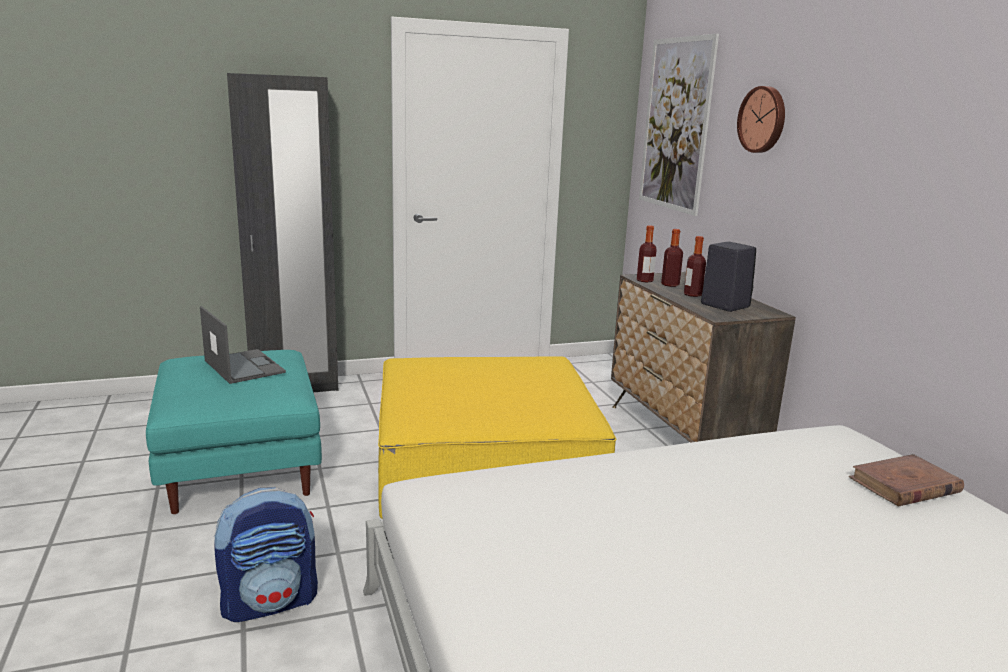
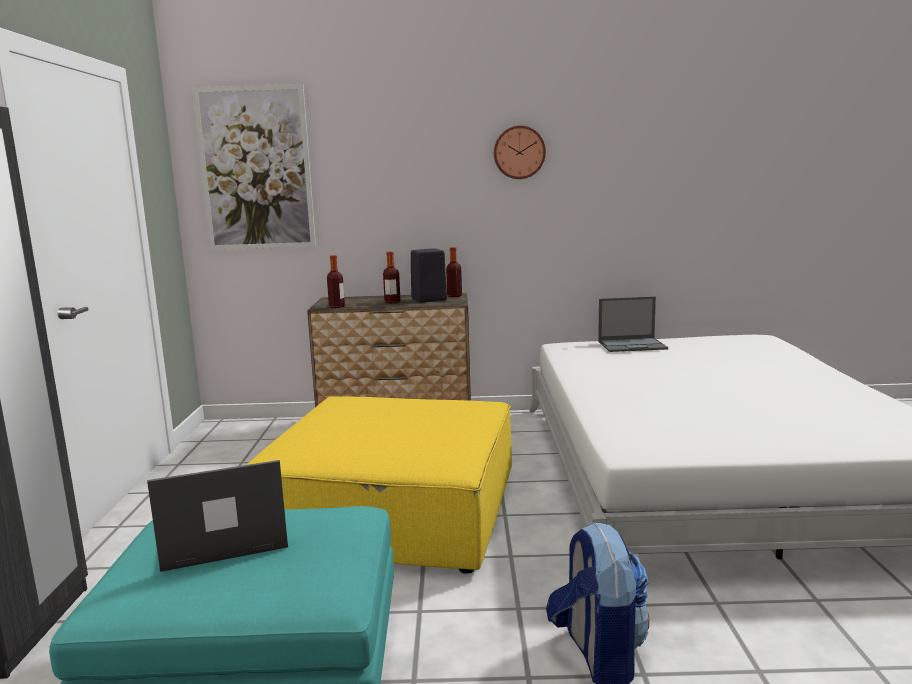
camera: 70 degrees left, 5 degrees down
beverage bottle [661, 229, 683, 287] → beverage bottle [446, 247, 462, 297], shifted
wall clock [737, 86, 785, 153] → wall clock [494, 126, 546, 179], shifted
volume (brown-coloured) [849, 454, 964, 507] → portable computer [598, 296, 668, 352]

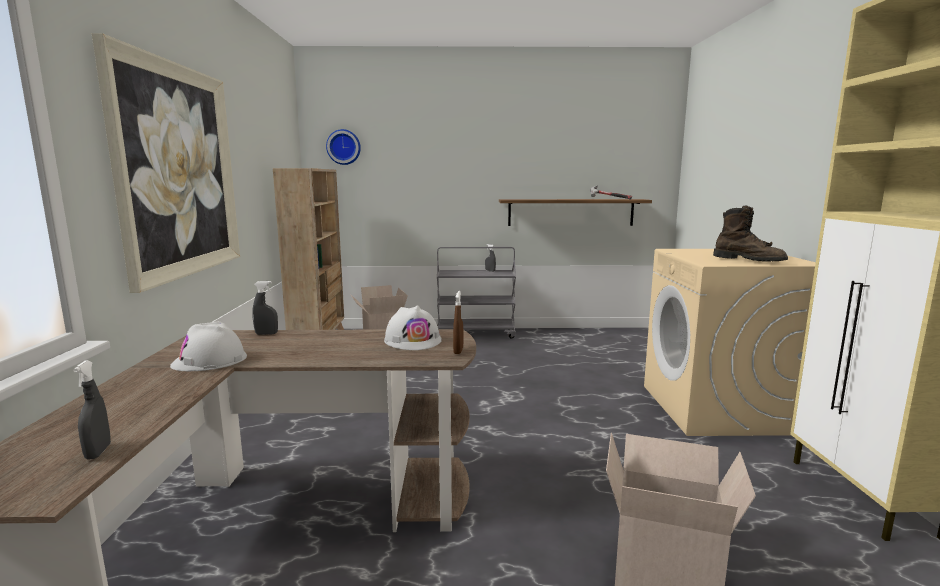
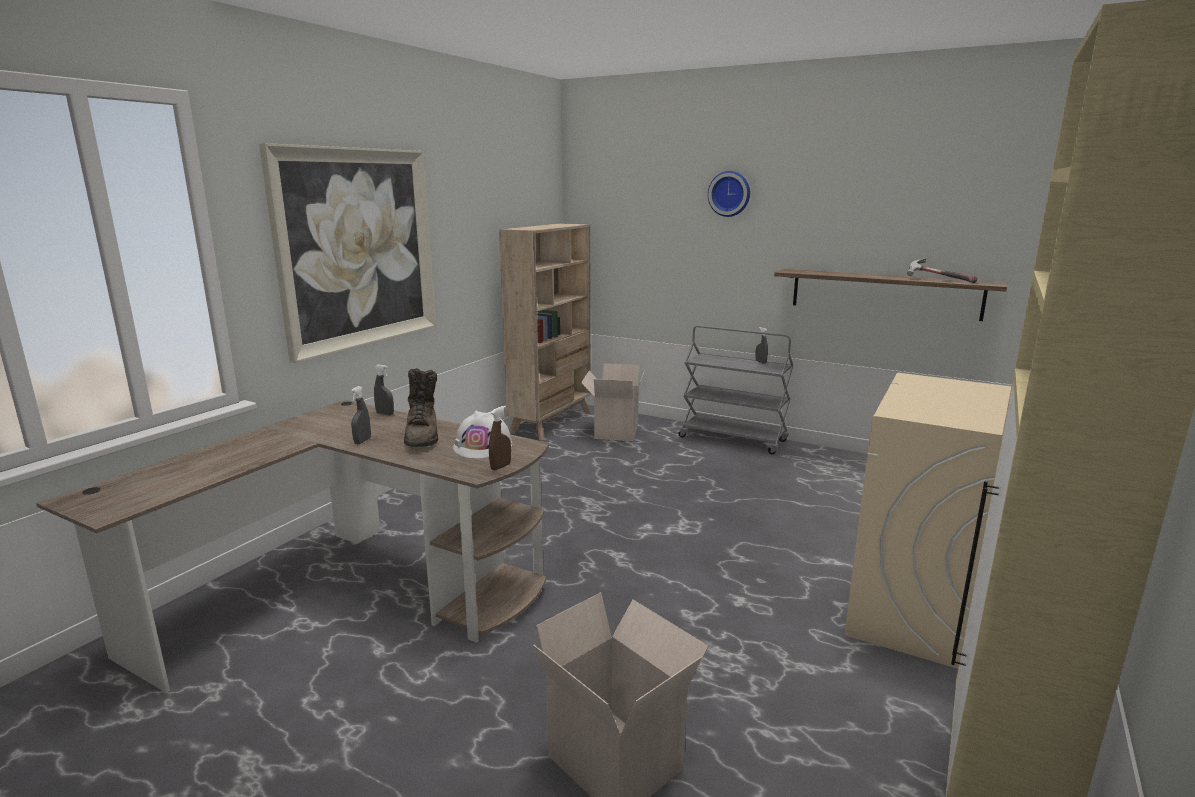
camera: 30 degrees right, 5 degrees up
sprayer (greyish) [73, 360, 111, 460] → sprayer (greyish) [350, 386, 371, 444], shifted
hard hat (white) [170, 321, 247, 371] → -
wall clock [326, 129, 361, 165] → wall clock [708, 171, 750, 217], shifted
boot (brown-coloured) [713, 205, 788, 262] → boot (brown-coloured) [404, 368, 438, 447], shifted

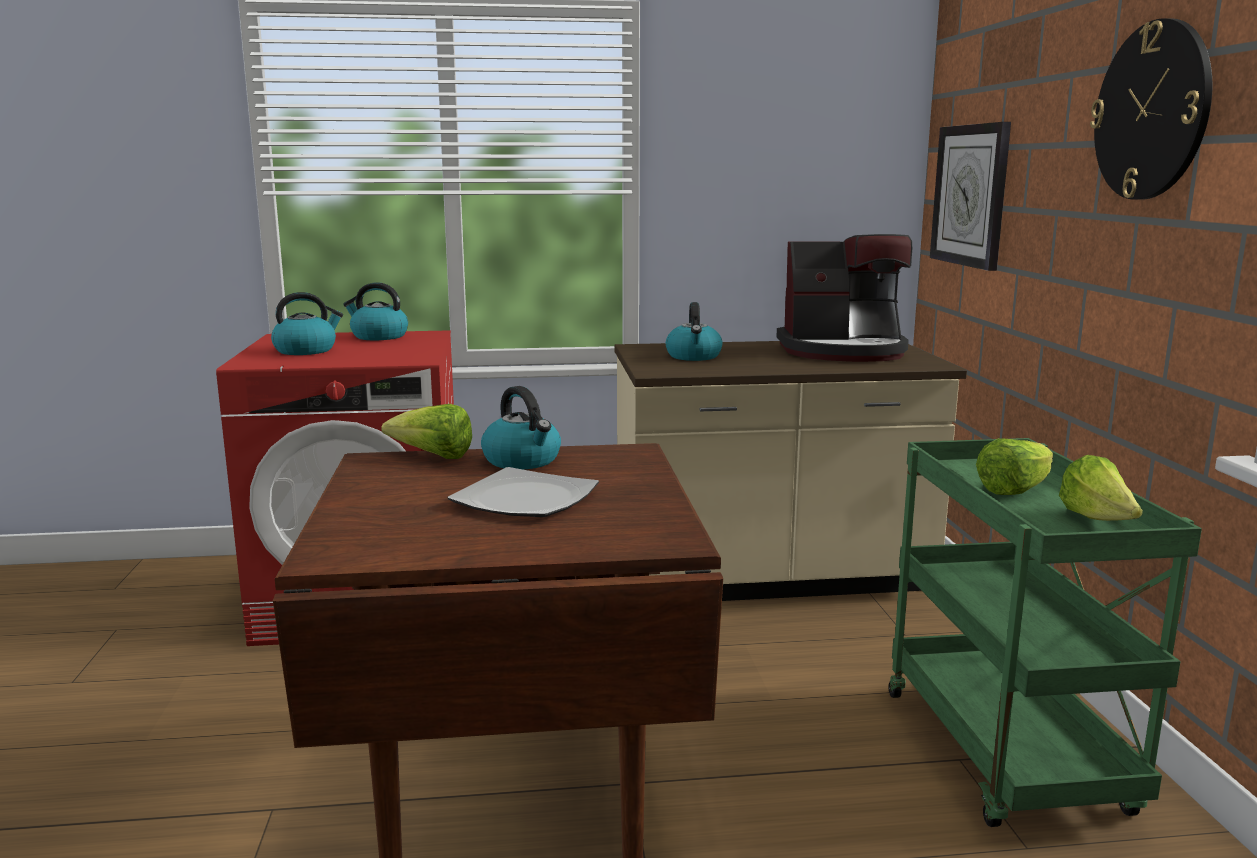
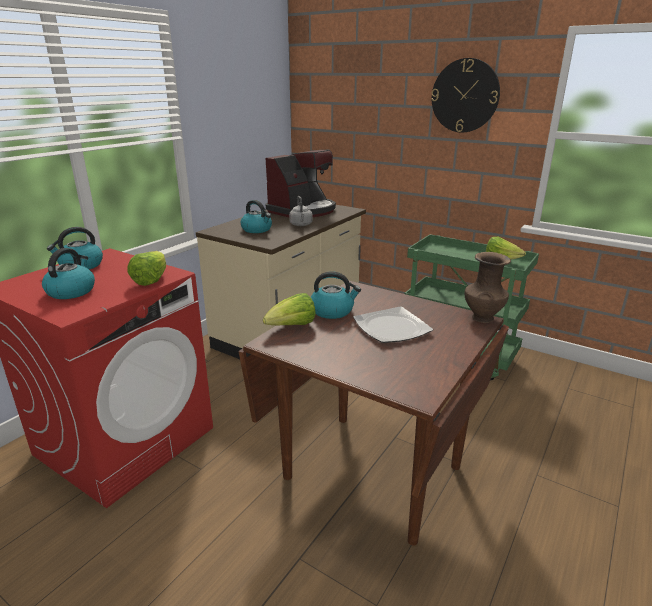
camera: 50 degrees left, 10 degrees up
wall clock [930, 122, 1011, 271] → -
lettuce [976, 438, 1053, 495] → lettuce [127, 251, 166, 286], shifted
- → water kettle (greyish) [289, 196, 313, 226]
- → flower vase (brown-coloured) [464, 252, 511, 323]

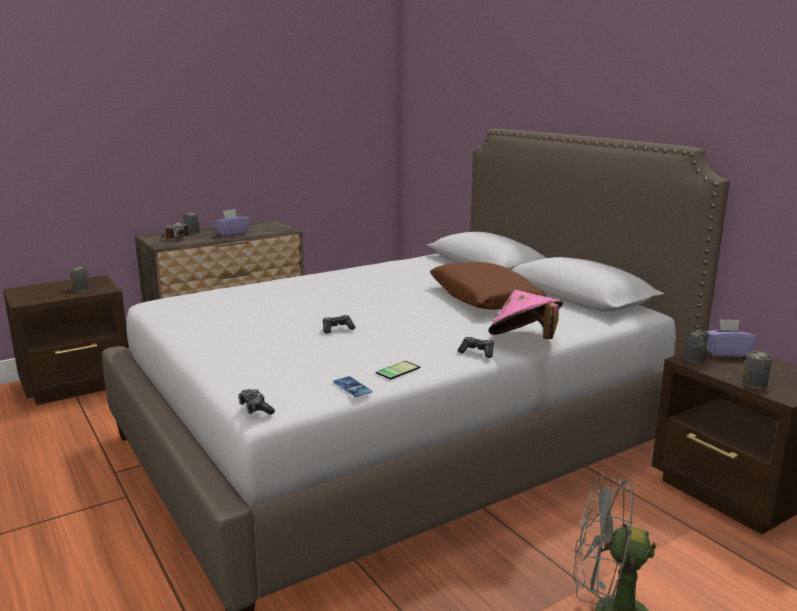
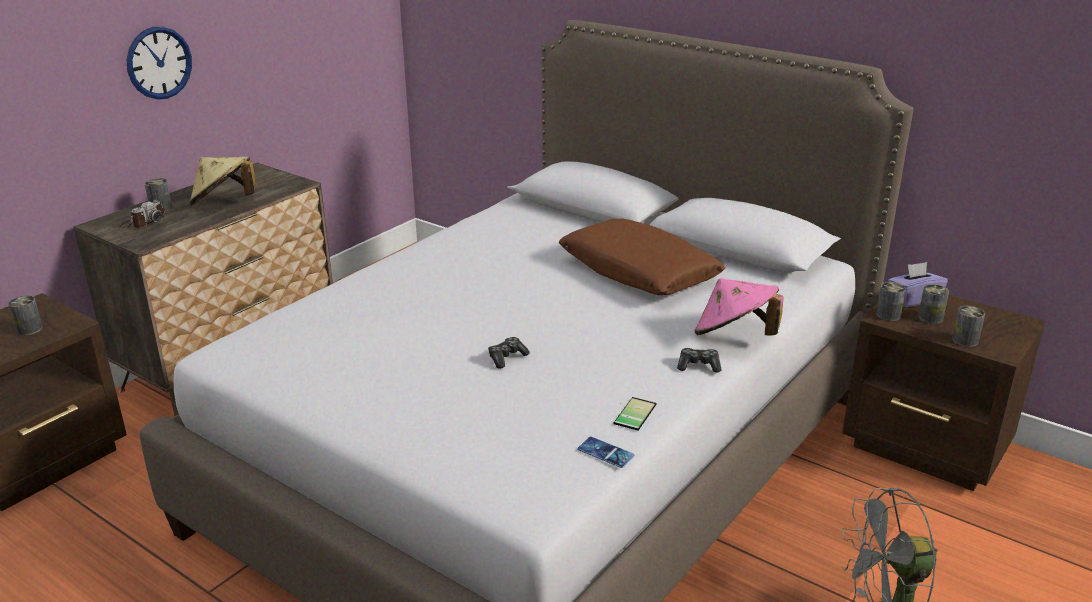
camera: 20 degrees left, 10 degrees up
box of tissues (purple-coloured) [214, 209, 249, 236] → wearable hat (beige-coloured) [189, 157, 255, 206]
game controller [238, 389, 275, 415] → -
- → wall clock [127, 27, 192, 100]
- → metal can [918, 284, 949, 324]

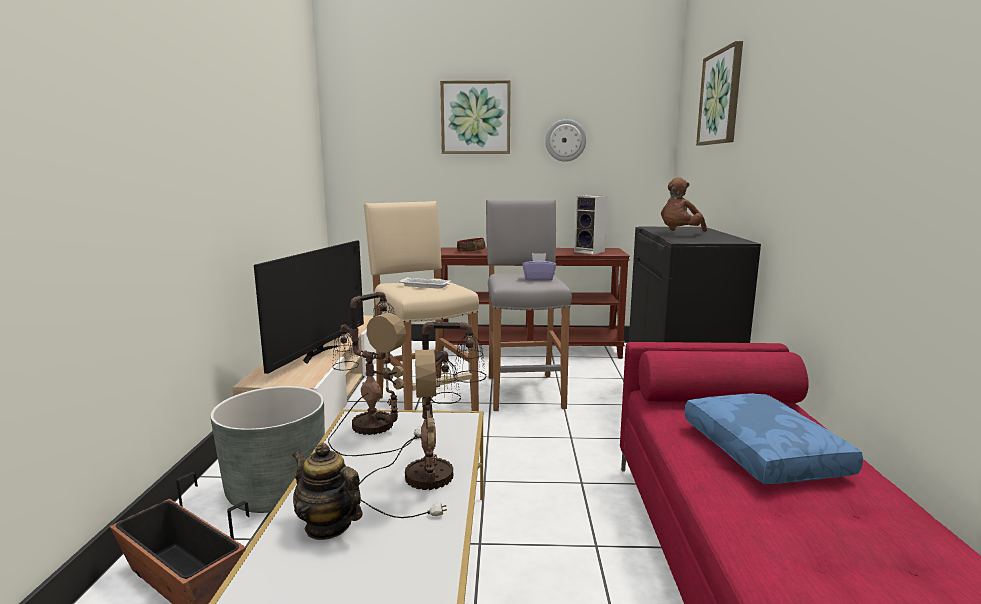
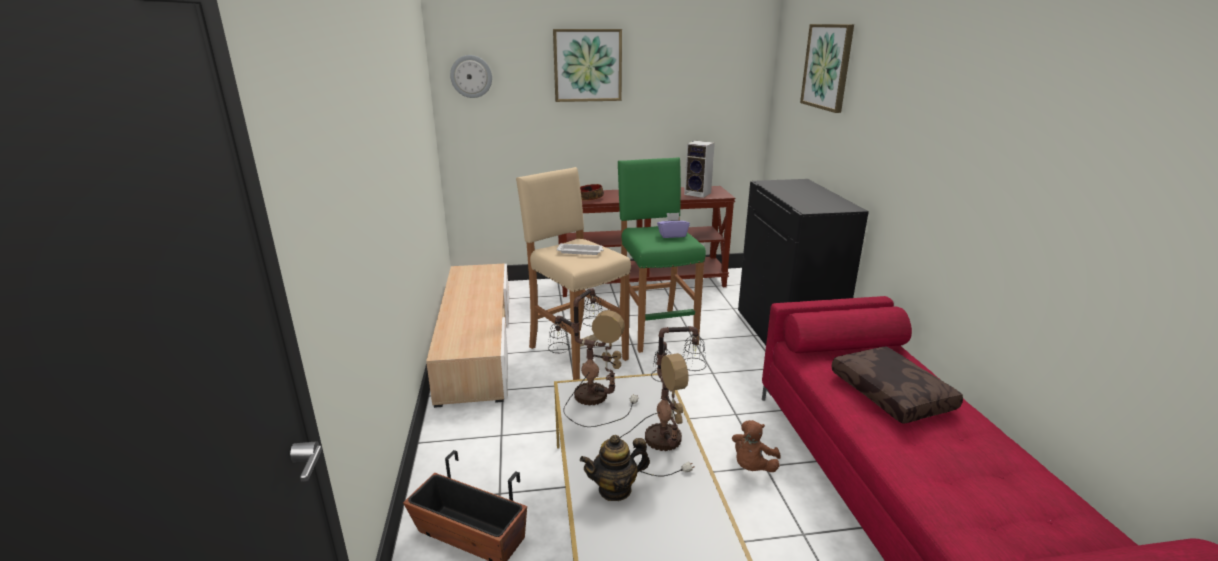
camera: 10 degrees left, 10 degrees up
plant pot (greyish) [210, 386, 325, 513] → -
TV [254, 241, 364, 374] → -
tea pot [292, 443, 362, 540] → tea pot [580, 435, 650, 501], 45 degrees counterclockwise
stool (greyish) [486, 199, 572, 411] → stool (green-coloured) [618, 157, 706, 353]
wall clock [545, 119, 586, 162] → wall clock [450, 55, 492, 98], shifted
soft toy (brown-coloured) [661, 177, 707, 232] → soft toy (brown-coloured) [732, 420, 781, 472], shifted
pillow (bluish) [685, 393, 863, 484] → pillow (brown-coloured) [831, 347, 963, 424]

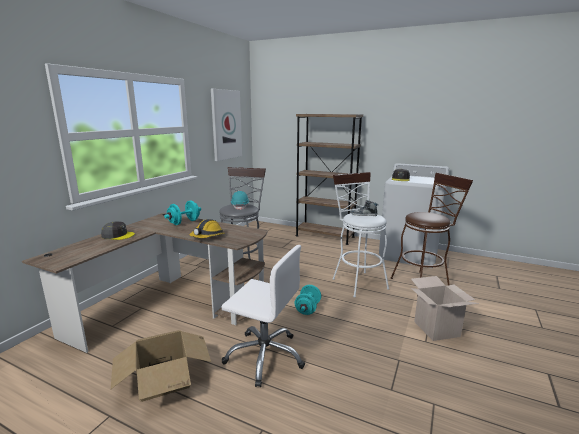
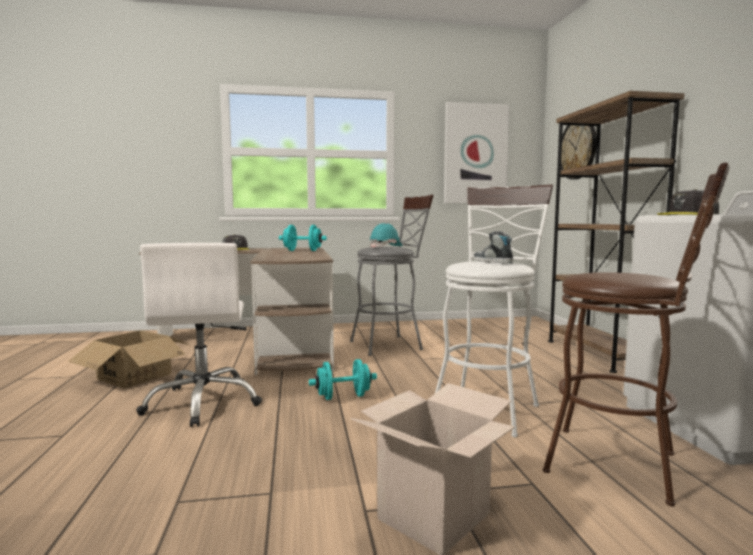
camera: 55 degrees right, 10 degrees down
hard hat [190, 219, 225, 238] → -
- → wall clock [561, 125, 597, 180]

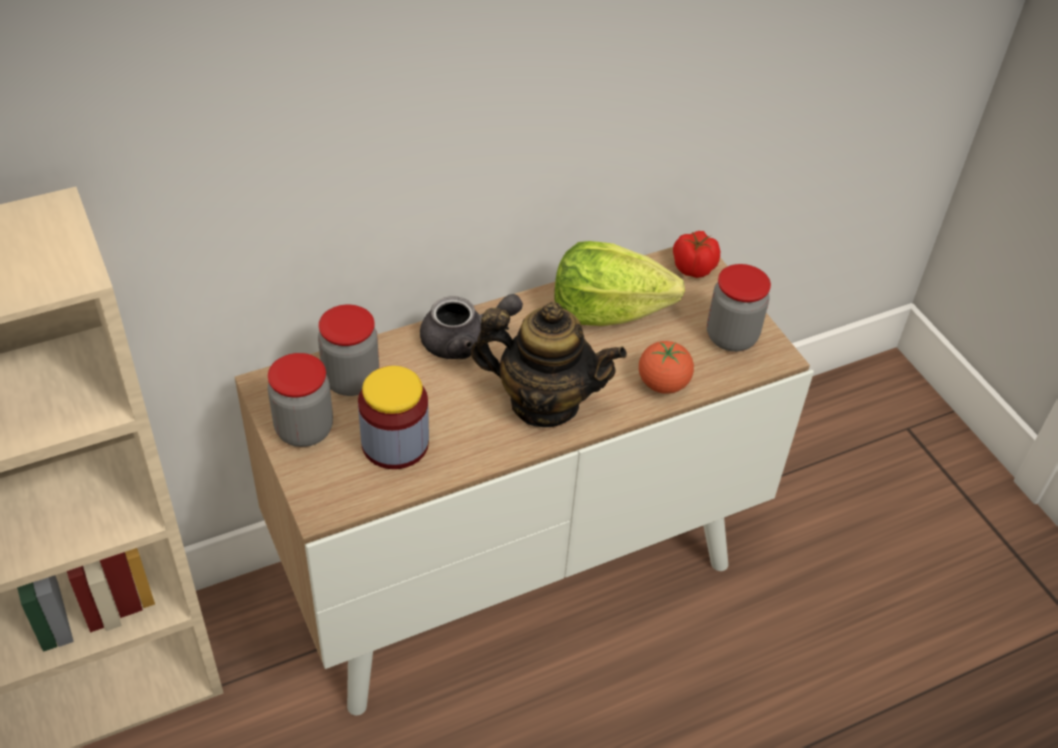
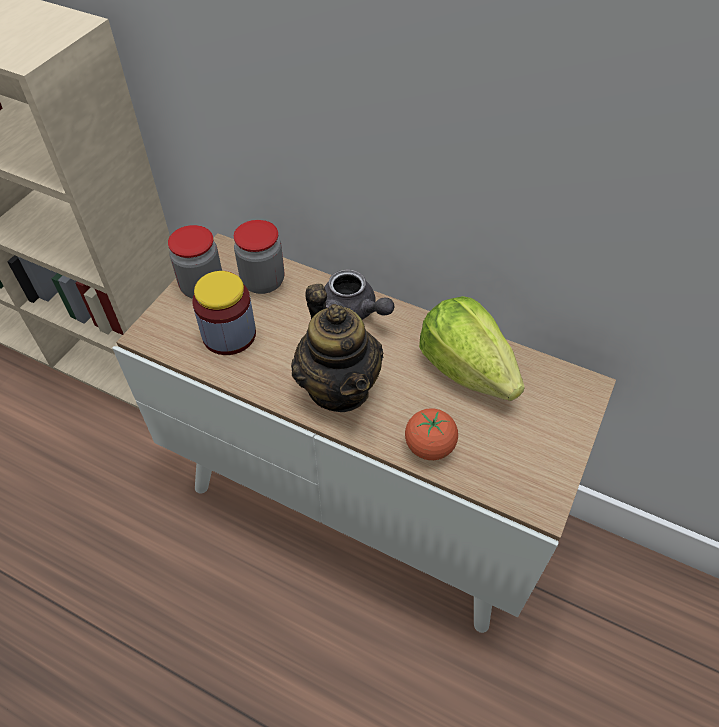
camera: 55 degrees right, 5 degrees up
fresh tomato [673, 231, 720, 278] → -
jar [707, 264, 771, 352] → -

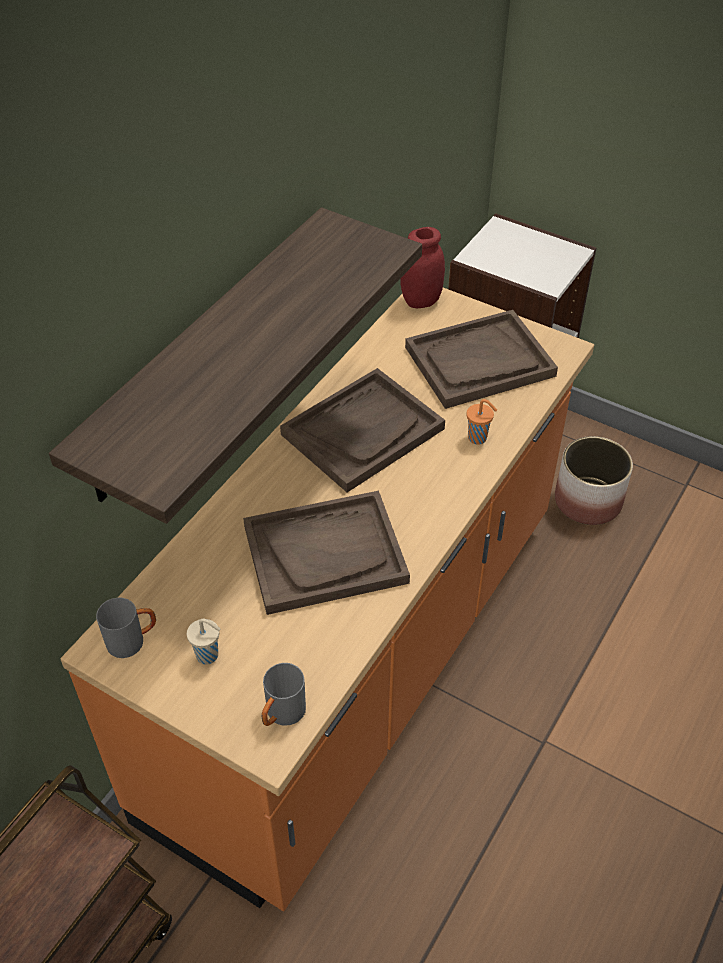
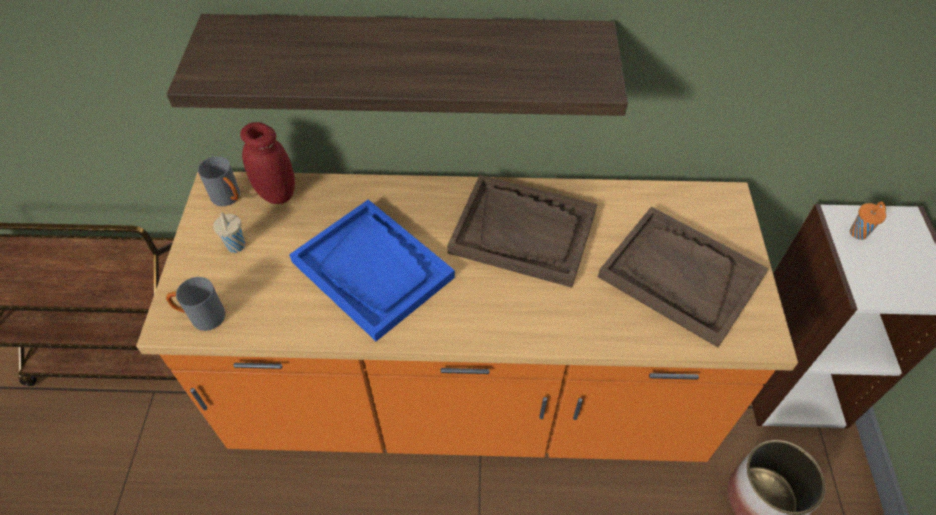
camera: 60 degrees right, 5 degrees up
carrying tray (brown-coloured) [243, 491, 410, 615] → carrying tray (bluish) [289, 200, 455, 341]
jar (red) [401, 227, 445, 309] → jar (red) [240, 122, 295, 204], shifted
drinking cup (orange) [467, 399, 497, 444] → drinking cup (orange) [850, 202, 886, 240], shifted

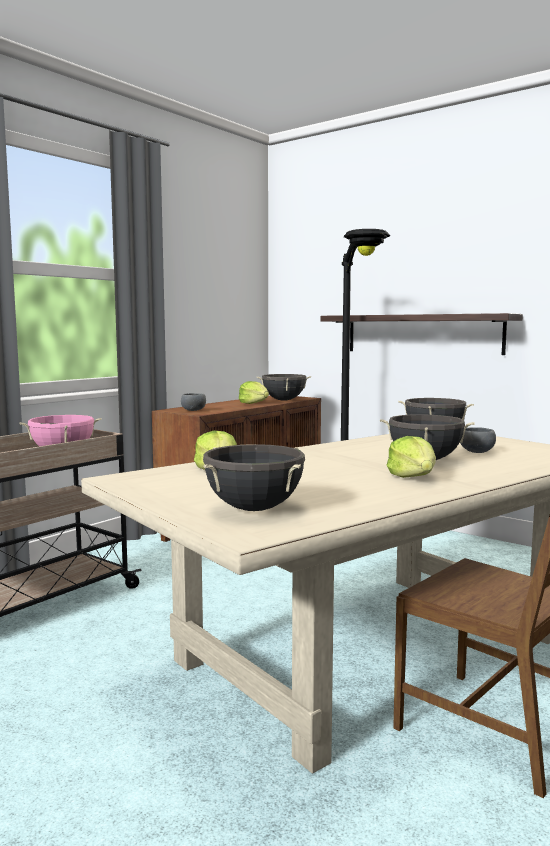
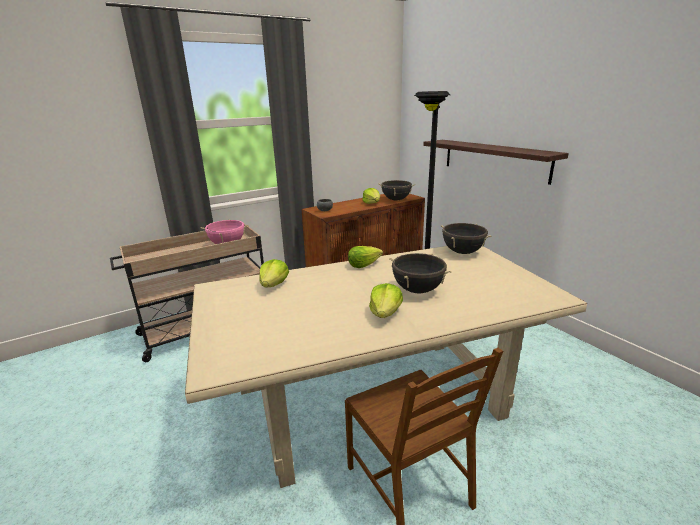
camera: 20 degrees right, 15 degrees up
saucepot (blackish) [203, 444, 305, 511] → -
serving bowl (greyish) [460, 427, 496, 453] → -
- → lettuce [348, 246, 383, 268]

